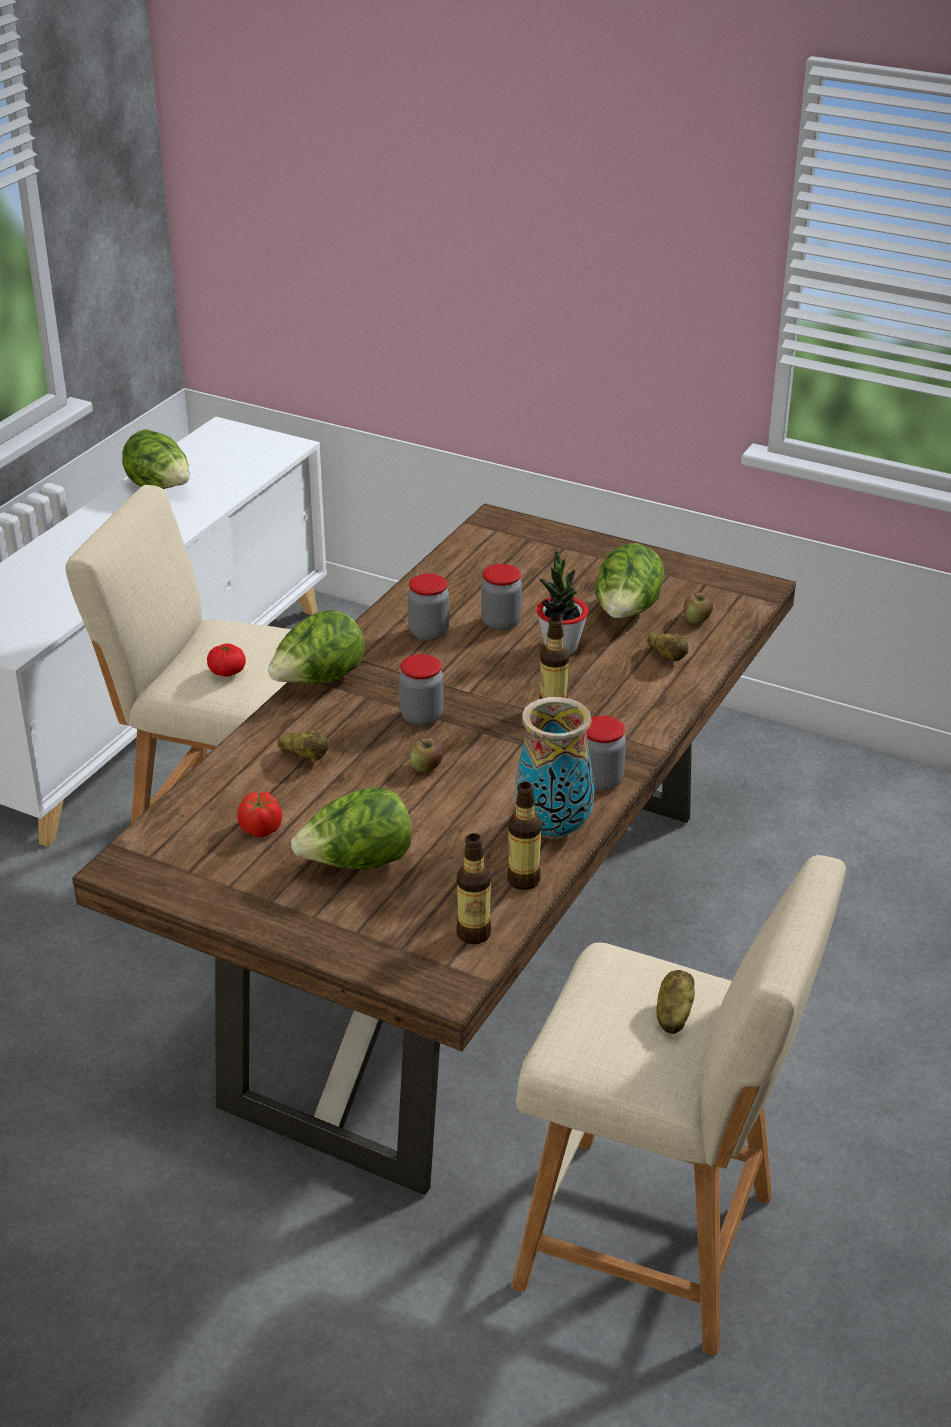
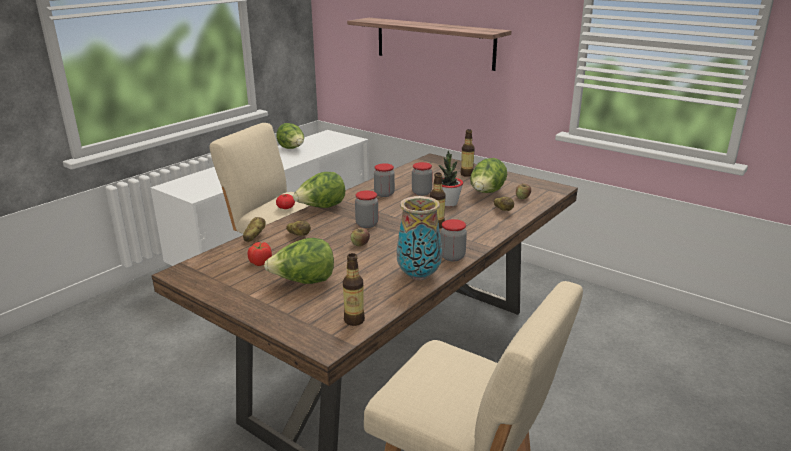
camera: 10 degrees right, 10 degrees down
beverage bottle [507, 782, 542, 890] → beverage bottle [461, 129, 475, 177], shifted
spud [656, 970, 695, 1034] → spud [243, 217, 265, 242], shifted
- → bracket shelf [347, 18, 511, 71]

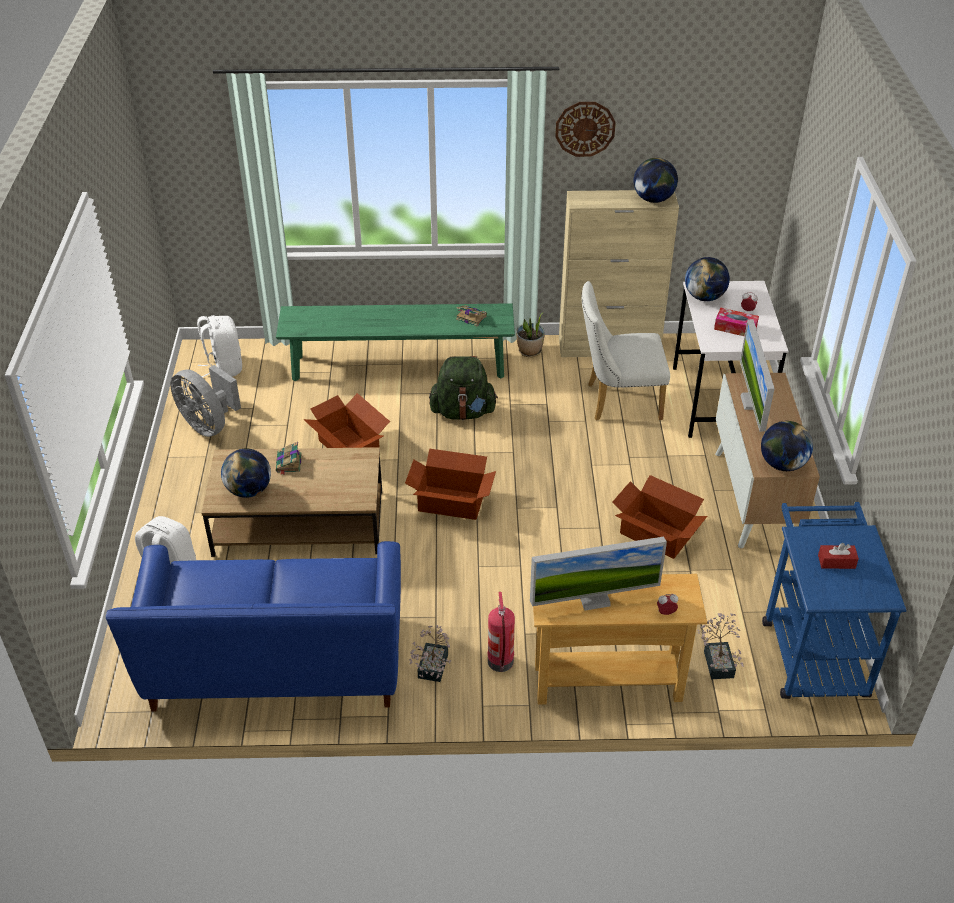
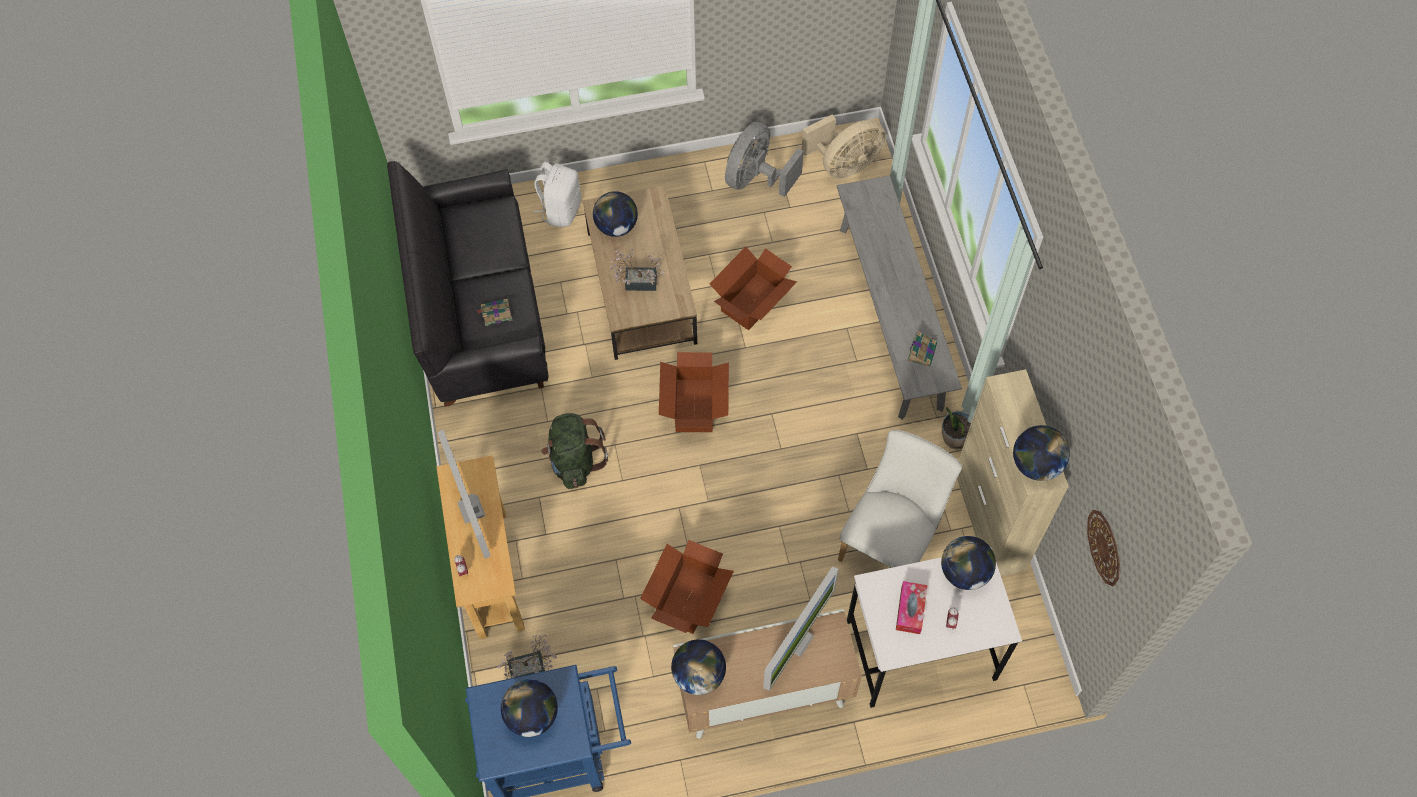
camera: 80 degrees right, 20 degrees up
couch (bluish) [106, 541, 401, 712] → couch (blackish) [387, 161, 548, 407]
rucksack (white) [197, 315, 242, 377] → cooling fan (beige-coloured) [802, 115, 886, 179]
long seat (green-coloured) [276, 303, 515, 381] → long seat (greyish) [837, 175, 962, 420]
volume [276, 442, 302, 475] → volume [477, 299, 512, 326], shifted
potted plant [409, 625, 451, 682] → potted plant [610, 248, 665, 291], shifted
rucksack (green-coloured) [429, 356, 498, 420] → rucksack (green-coloured) [541, 413, 608, 489], shifted
fire-fighting cylinder [488, 592, 515, 672] → -
wall clock [555, 102, 616, 157] → wall clock [1087, 510, 1120, 586], shifted
plain chair (white) [582, 281, 670, 421] → plain chair (white) [838, 430, 962, 568], 45 degrees clockwise
computer display [740, 319, 775, 432] → computer display [763, 566, 839, 691], 135 degrees clockwise
box of tissues (red) [818, 543, 859, 569] → world globe [501, 679, 558, 737]

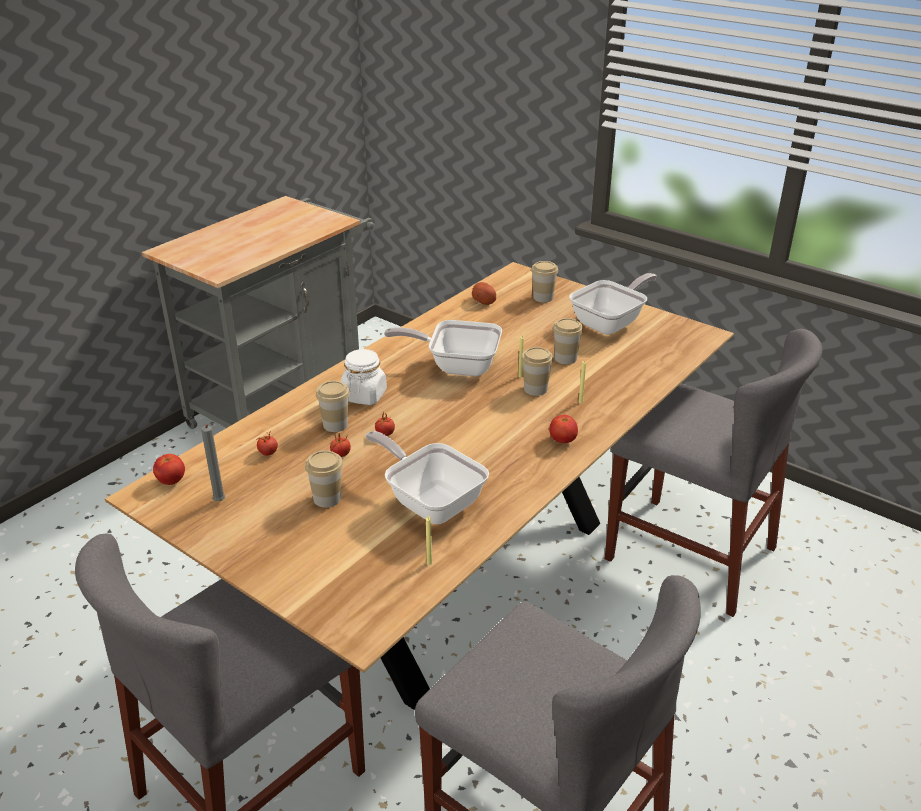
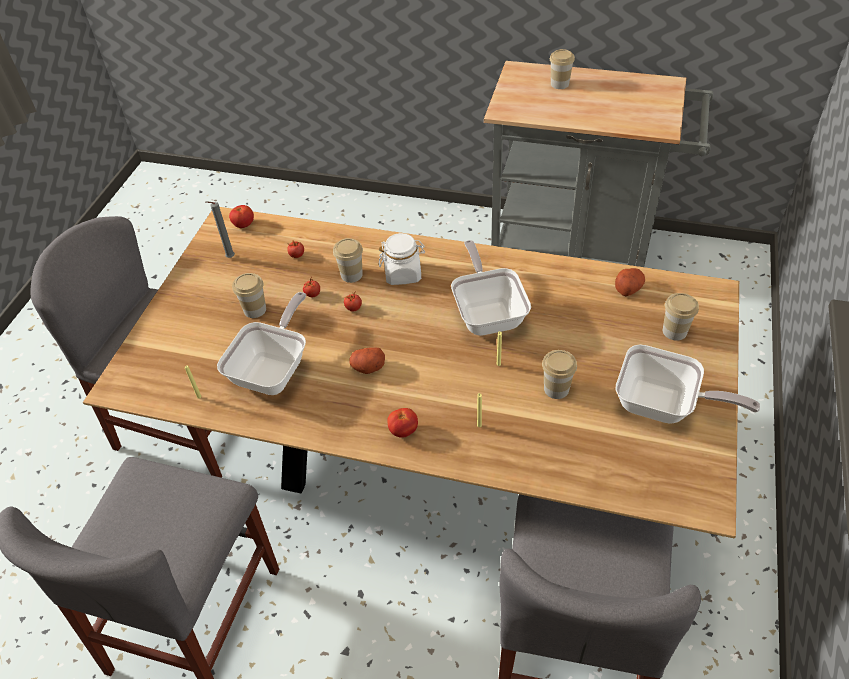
camera: 70 degrees right, 15 degrees up
drinking cup [521, 347, 553, 396] → drinking cup [550, 49, 575, 89], shifted
- → spud [350, 347, 385, 374]

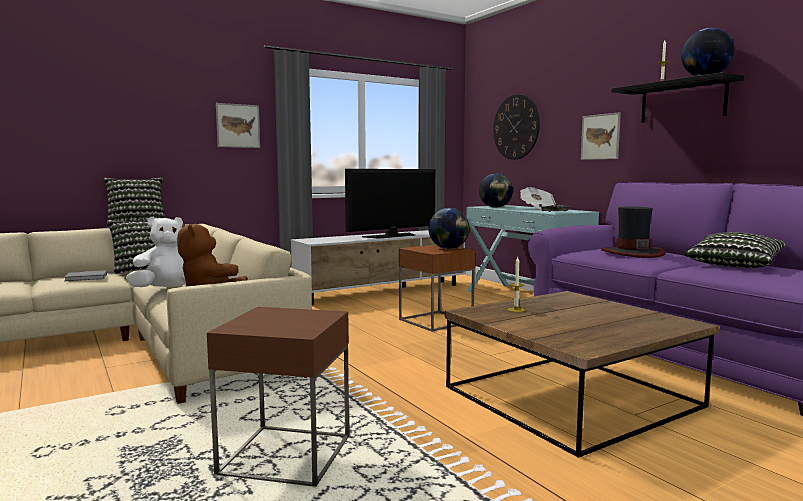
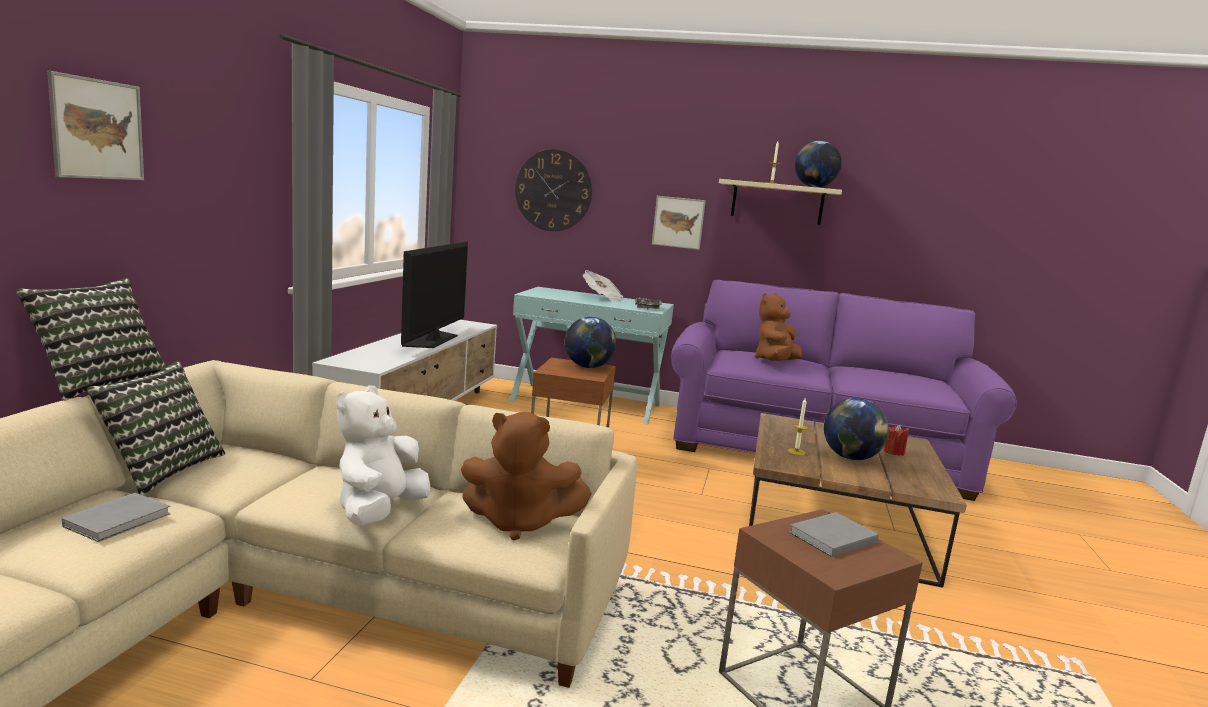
camera: 45 degrees left, 5 degrees up
picture [216, 103, 260, 148] → picture [47, 71, 144, 180], shifted
world globe [479, 173, 513, 208] → world globe [824, 398, 889, 460], shifted
wearable hat [601, 206, 666, 258] → soft toy (brown-coloured) [755, 293, 802, 361]
bracket shelf (blackish) [612, 72, 744, 123] → bracket shelf (beige-coloured) [719, 179, 842, 225]
pillow [684, 232, 785, 268] → -
- → volume (greyish) [789, 512, 879, 557]
- → wax light (red) [884, 424, 909, 456]

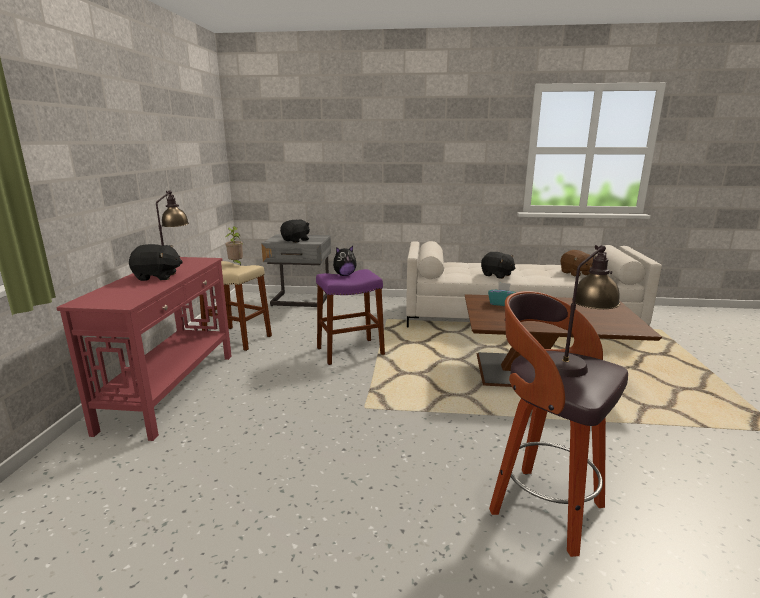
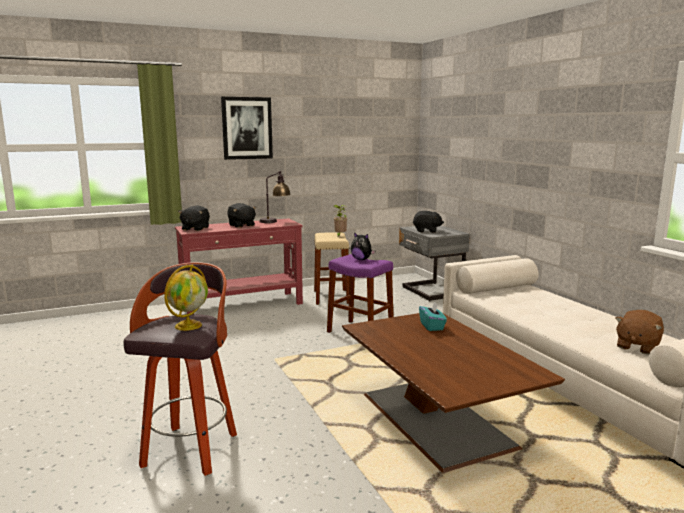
camera: 60 degrees right, 5 degrees down
soft toy (blackish) [481, 252, 515, 279] → soft toy (blackish) [178, 206, 210, 231], shifted
lamp for a table [549, 245, 620, 377] → world globe [164, 265, 208, 331]
- → picture [221, 97, 273, 160]

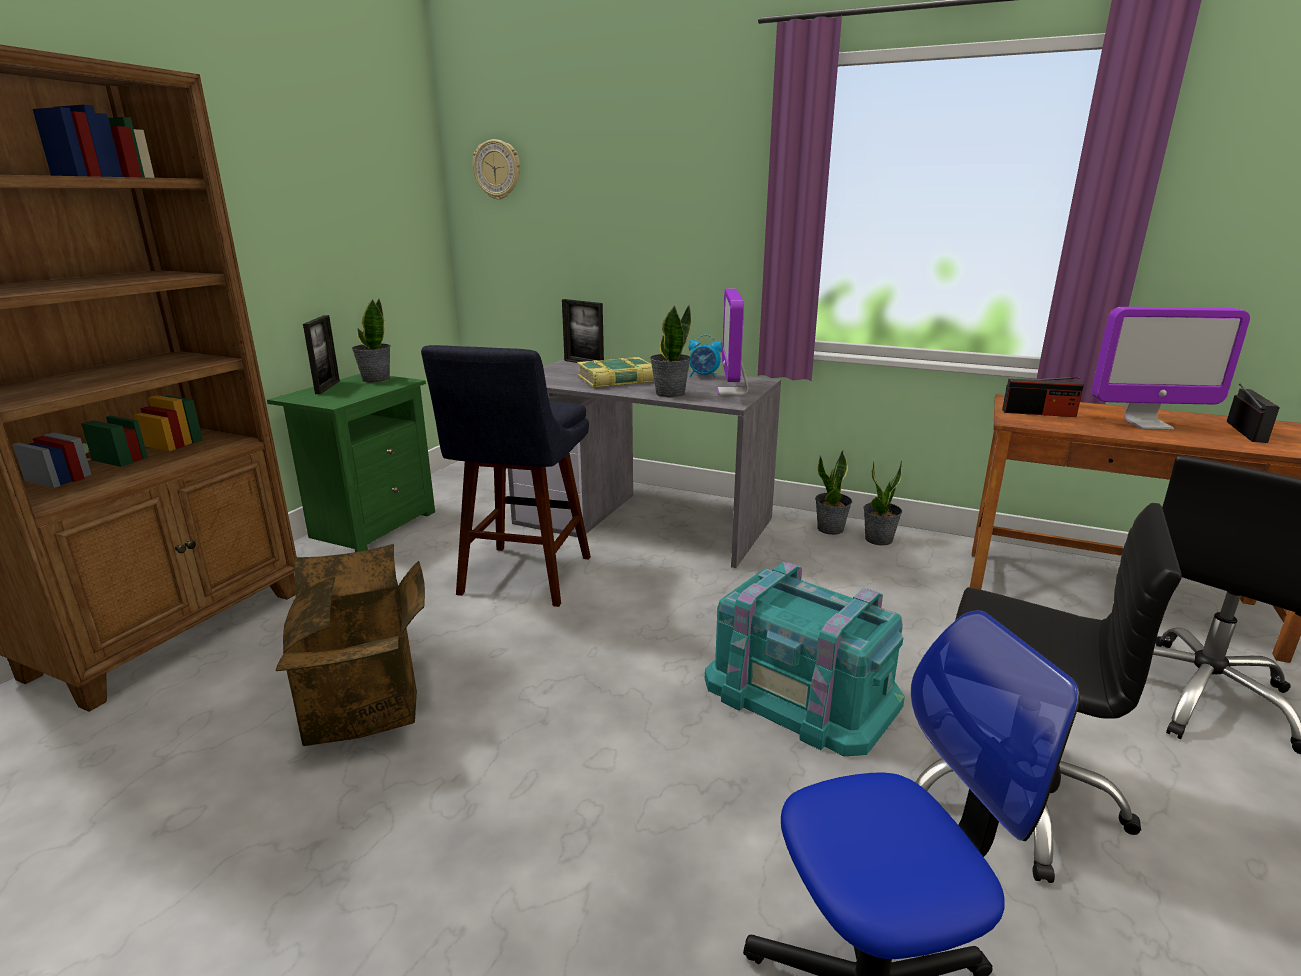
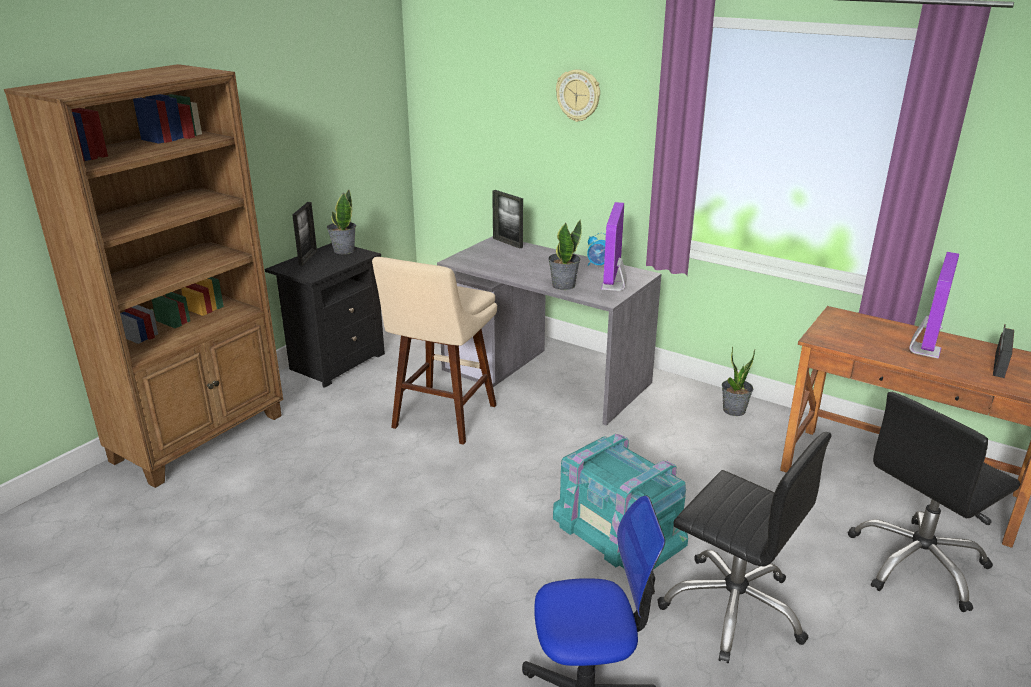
camera: 10 degrees right, 5 degrees up
night table (green-coloured) [267, 374, 435, 552] → night table (blackish) [265, 243, 385, 388]
cardboard box [276, 544, 425, 746] → -
stool (bluish) [421, 345, 591, 607] → stool (beige-coloured) [372, 257, 497, 445]
wall clock [473, 139, 520, 200] → wall clock [556, 69, 600, 122], shifted
volume [577, 357, 654, 388] → -
potted plant [815, 450, 852, 535] → -
radio receiver [1002, 377, 1084, 417] → -
computer display [1092, 307, 1250, 430] → computer display [909, 252, 959, 358], 75 degrees counterclockwise

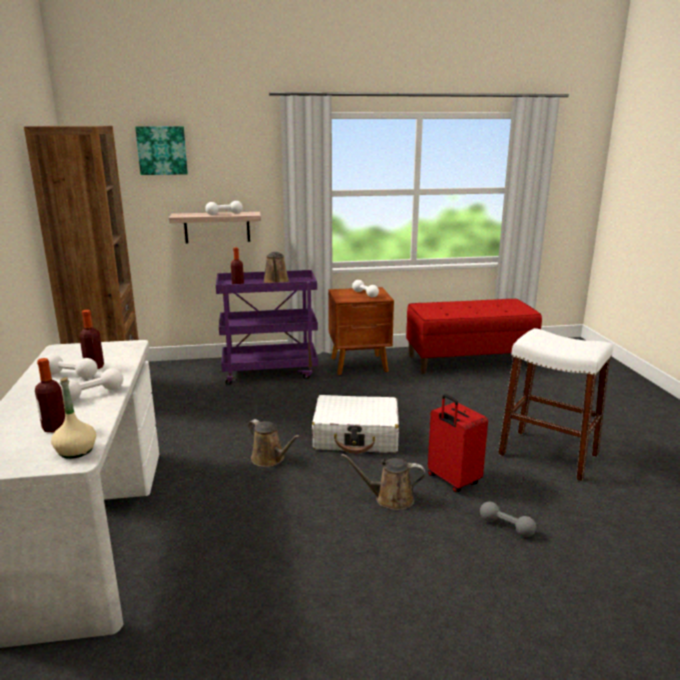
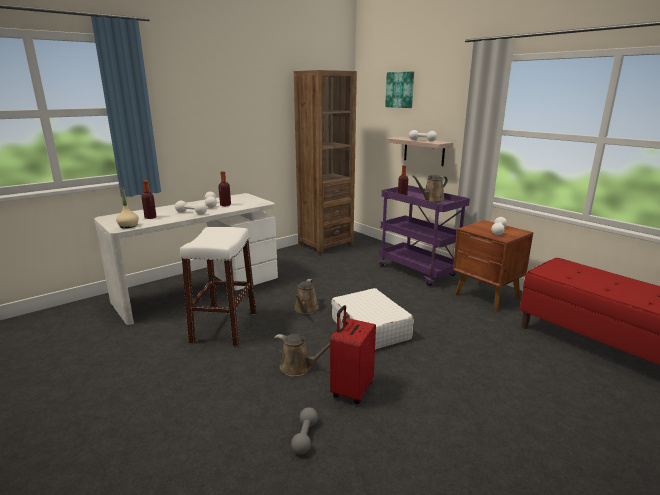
camera: 60 degrees right, 0 degrees up
watering pot (brown-coloured) [341, 454, 425, 510] → watering pot (brown-coloured) [272, 334, 330, 377], 135 degrees clockwise
stool (white) [498, 328, 613, 482] → stool (white) [180, 227, 256, 346], shifted

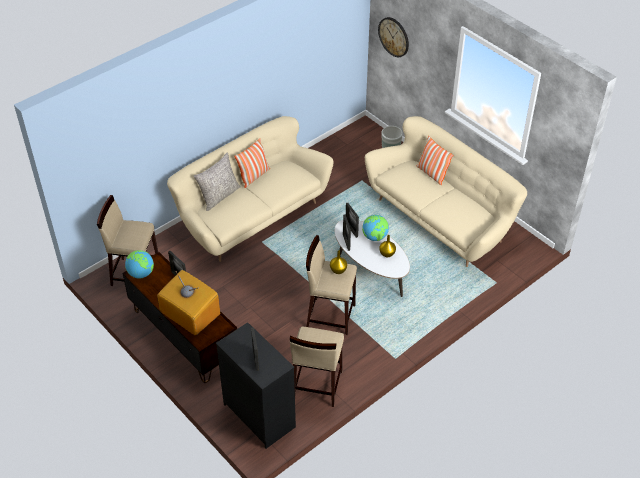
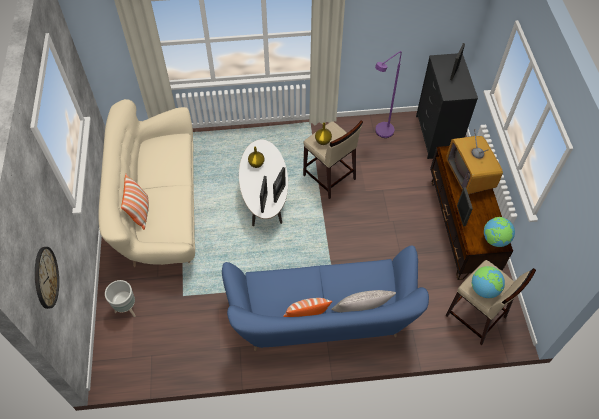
camera: 145 degrees left, 10 degrees up
couch (beige-coloured) [167, 116, 334, 262] → couch (bluish) [222, 245, 429, 351]
stool (beige-coloured) [290, 326, 344, 407] → floor lamp (purple-coloured) [375, 51, 402, 138]
world globe [362, 215, 389, 241] → world globe [472, 266, 505, 298], shifted

